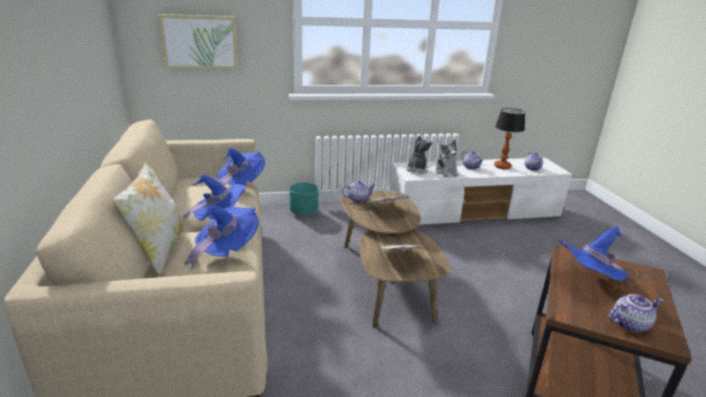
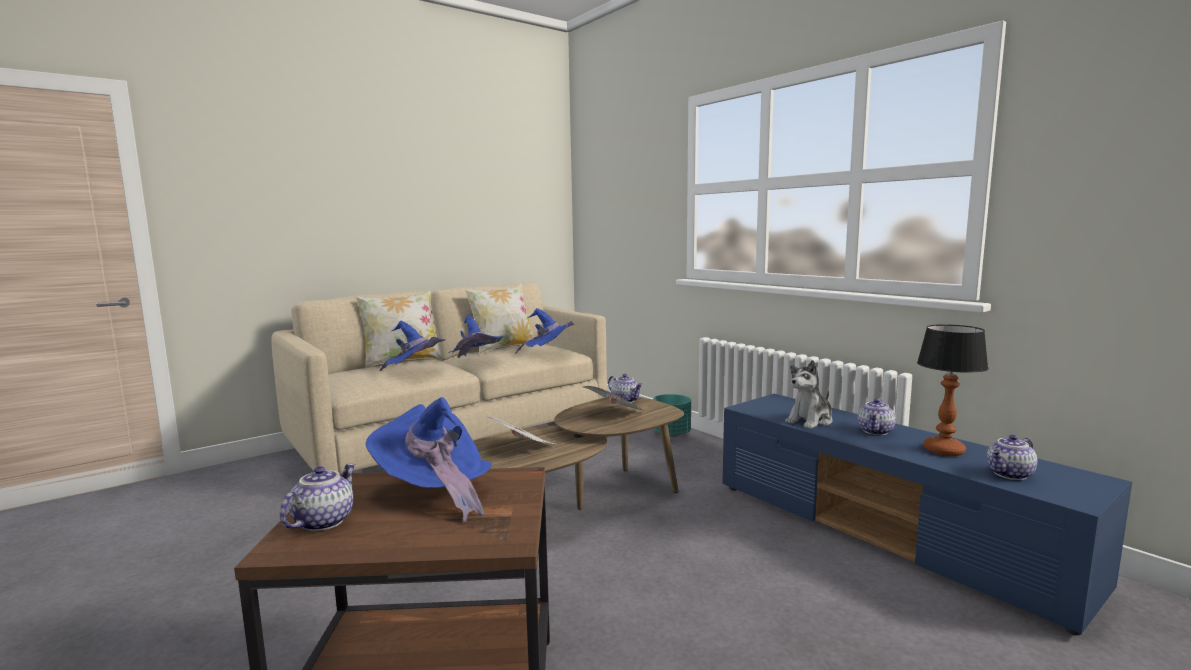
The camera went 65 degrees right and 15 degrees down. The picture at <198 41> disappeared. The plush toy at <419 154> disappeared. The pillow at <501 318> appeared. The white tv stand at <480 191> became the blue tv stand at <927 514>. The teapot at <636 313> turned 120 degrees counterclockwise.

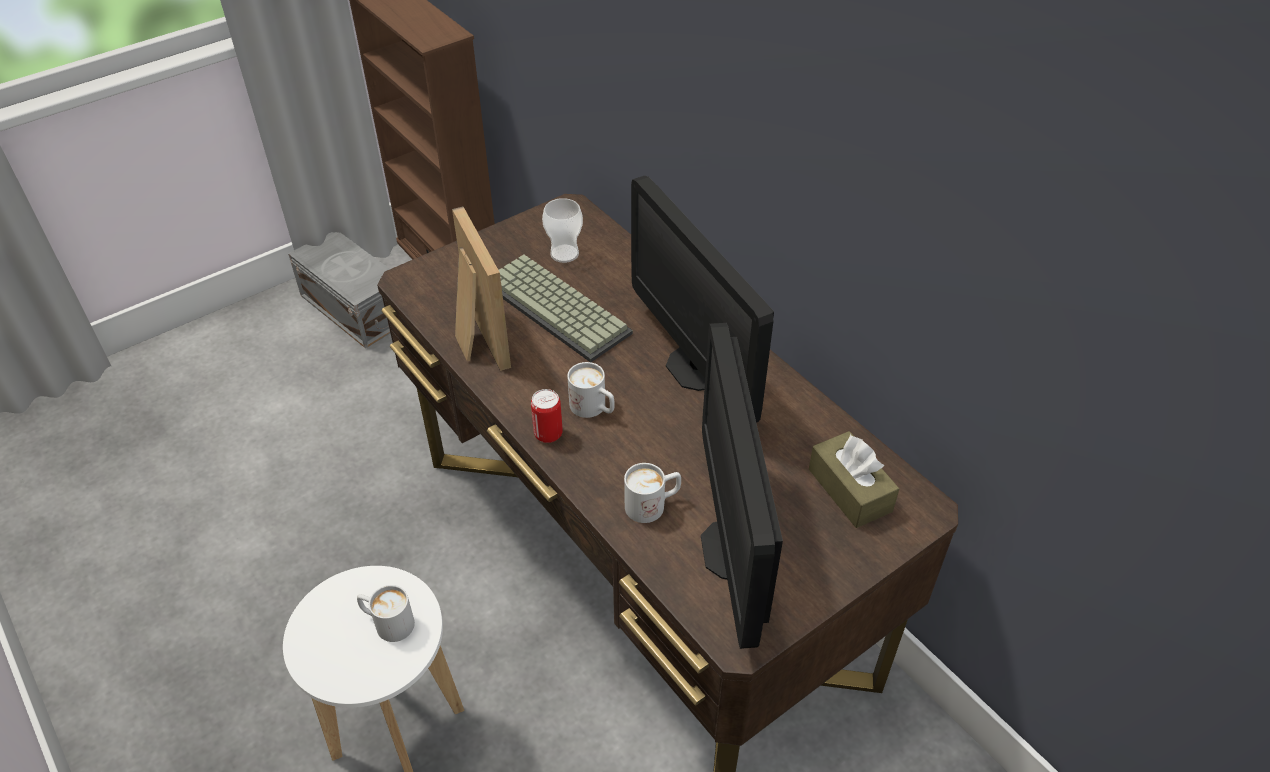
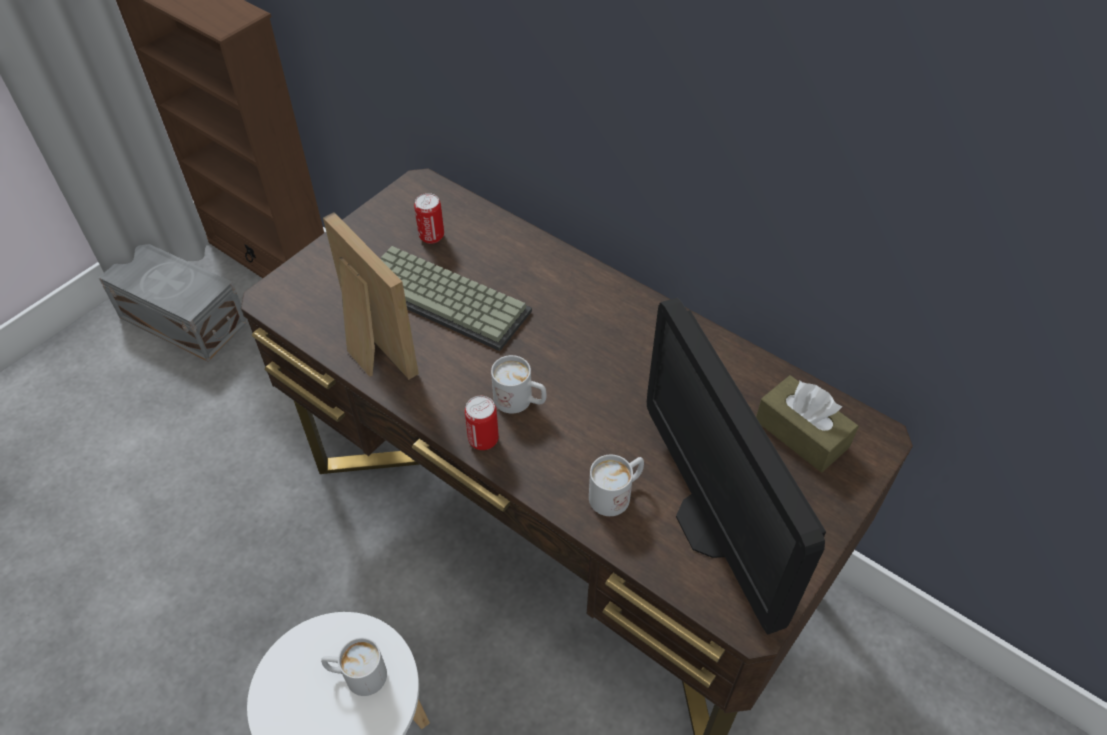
The camera went 15 degrees left and 5 degrees up. The monitor at <702 299> disappeared. The cup at <562 230> was replaced by the can at <429 218>.

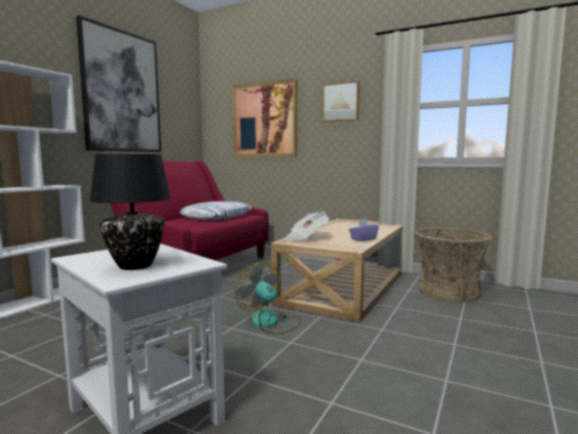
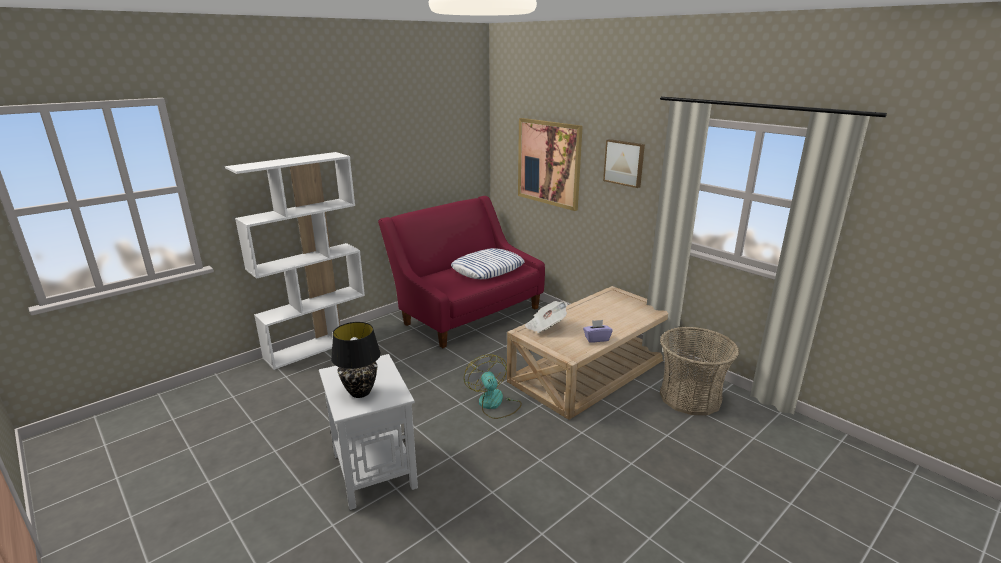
The camera went 20 degrees right and 15 degrees up. The picture at <118 83> disappeared.

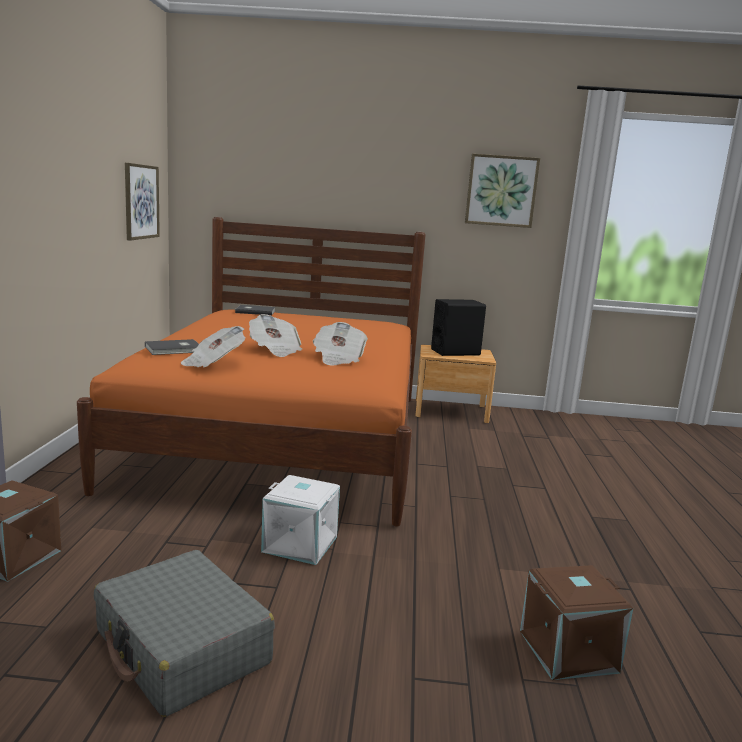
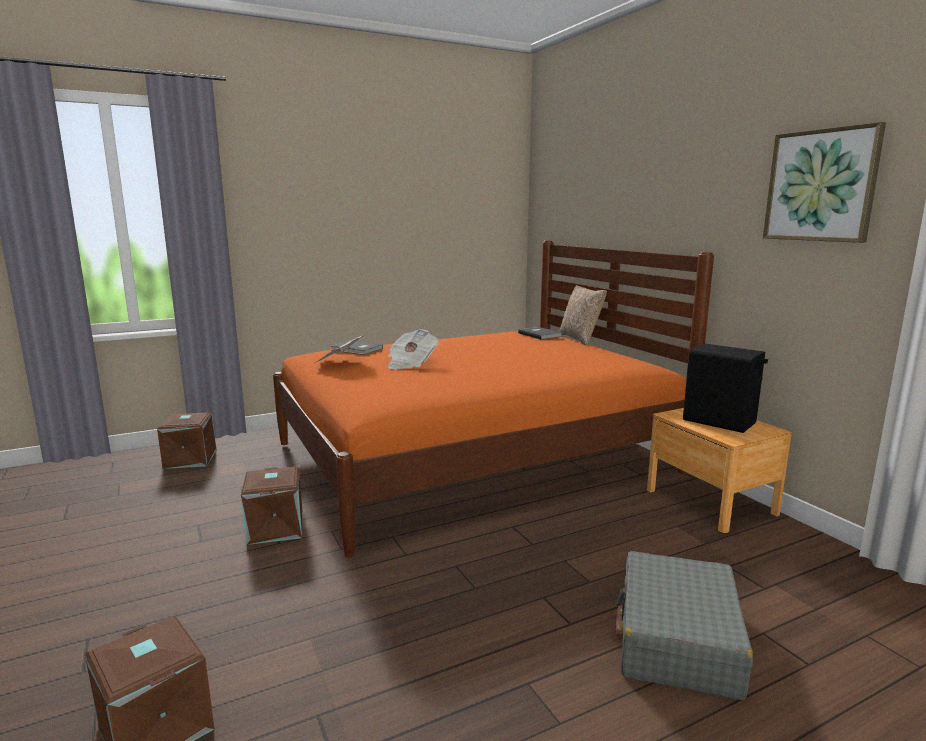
The camera went 60 degrees right and 0 degrees up. The picture at <142 201> disappeared. The newspaper at <340 344> disappeared. The pillow at <583 315> appeared. The grey suitcase moved from <184 633> to <684 625>. The white storage box at <300 520> became the brown storage box at <272 506>.

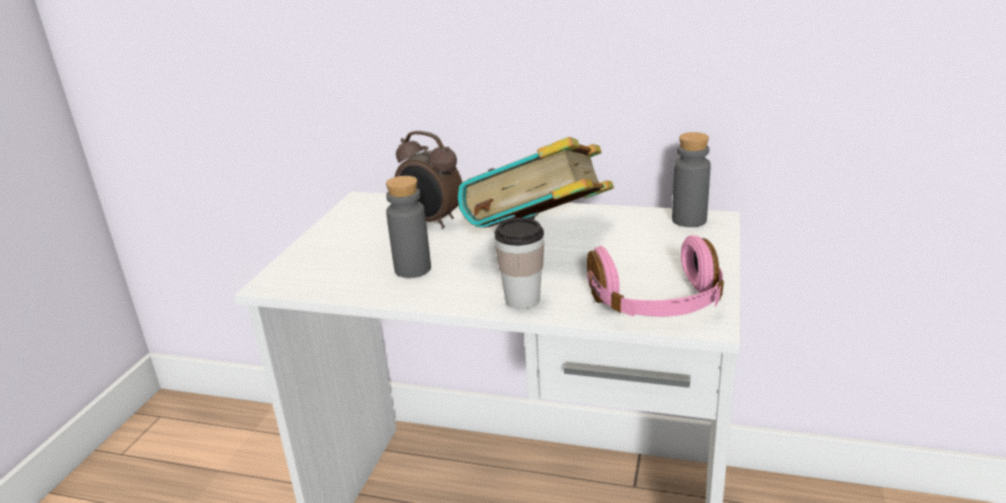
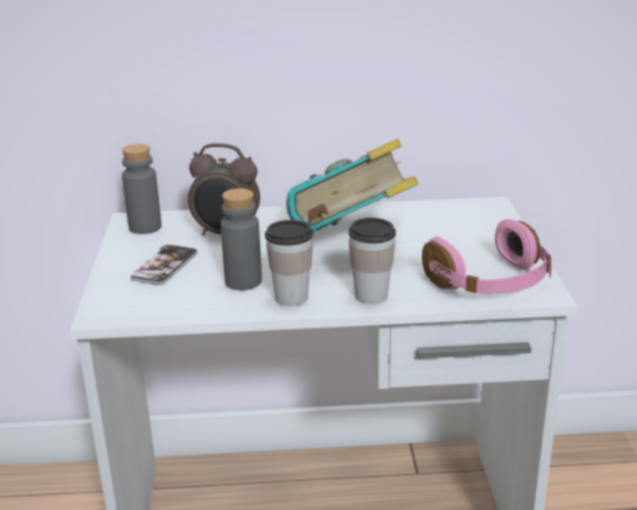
The camera went 20 degrees left and 0 degrees up. The phone at <164 264> appeared. The cup at <289 263> appeared. The grey bottle moved from <691 179> to <142 189>.

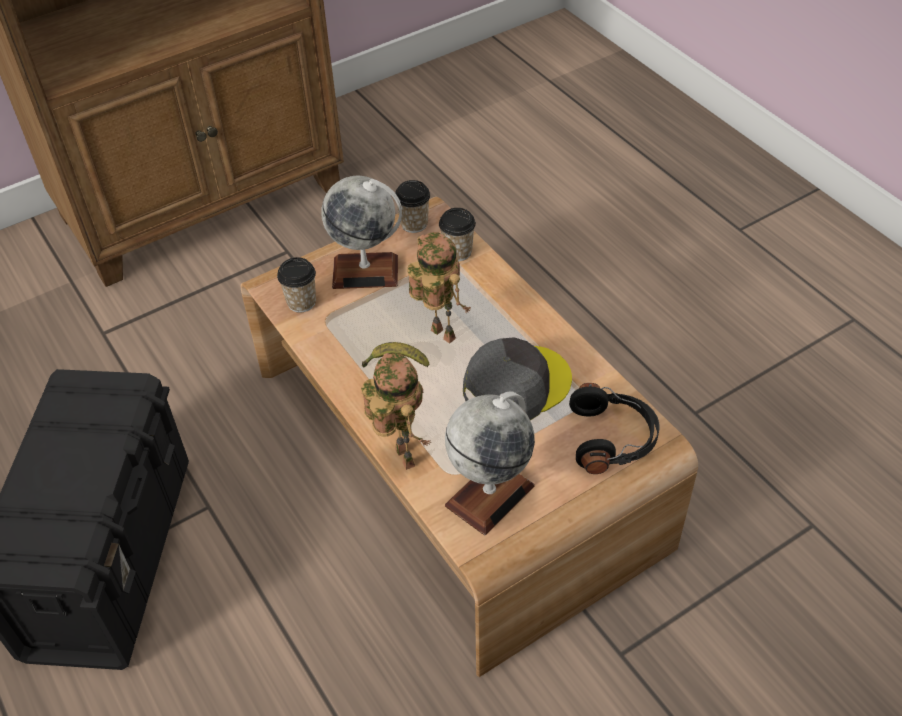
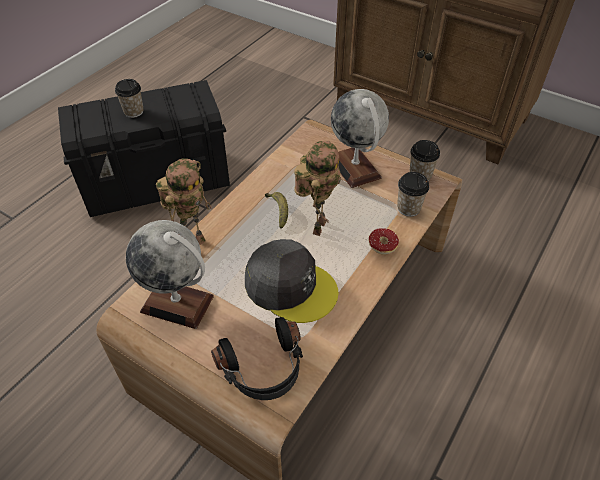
The camera went 65 degrees right and 0 degrees up. The donut at <384 241> appeared. The cup moved from <296 285> to <129 98>.

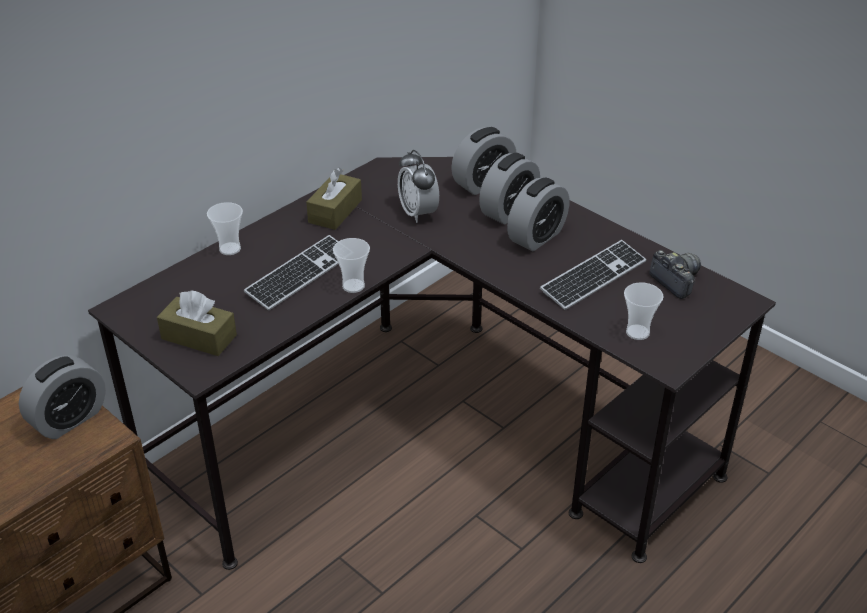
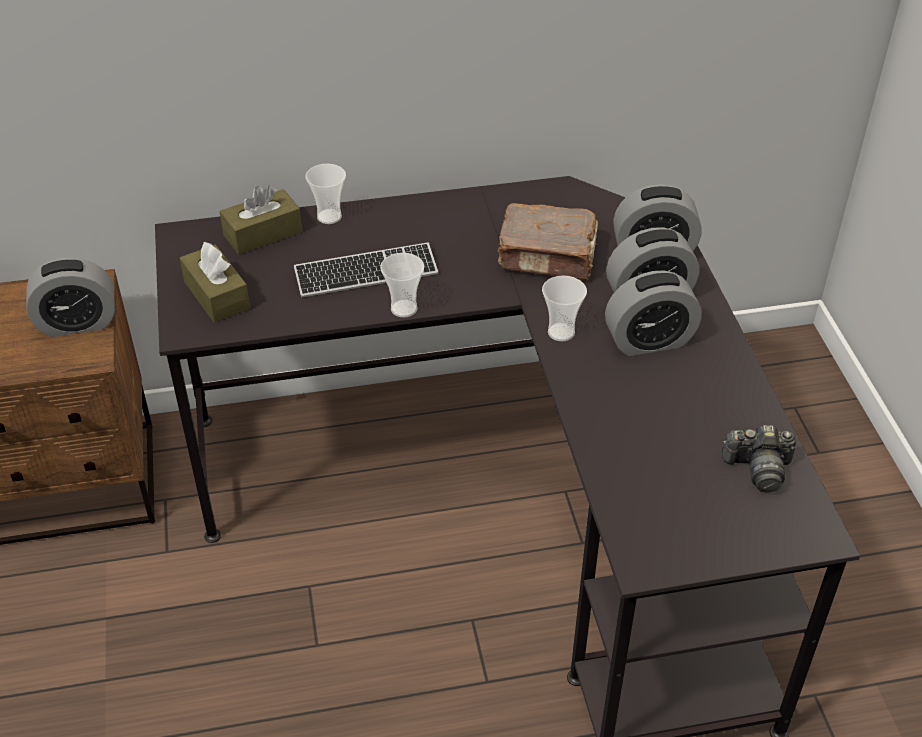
The camera went 35 degrees right and 5 degrees up. The keyboard at <593 275> disappeared. The brown tissue box moved from <334 198> to <261 220>. The cup moved from <643 311> to <564 308>. The alarm clock at <418 186> was replaced by the brown book at <548 242>. The photo camera at <675 274> turned 90 degrees clockwise.

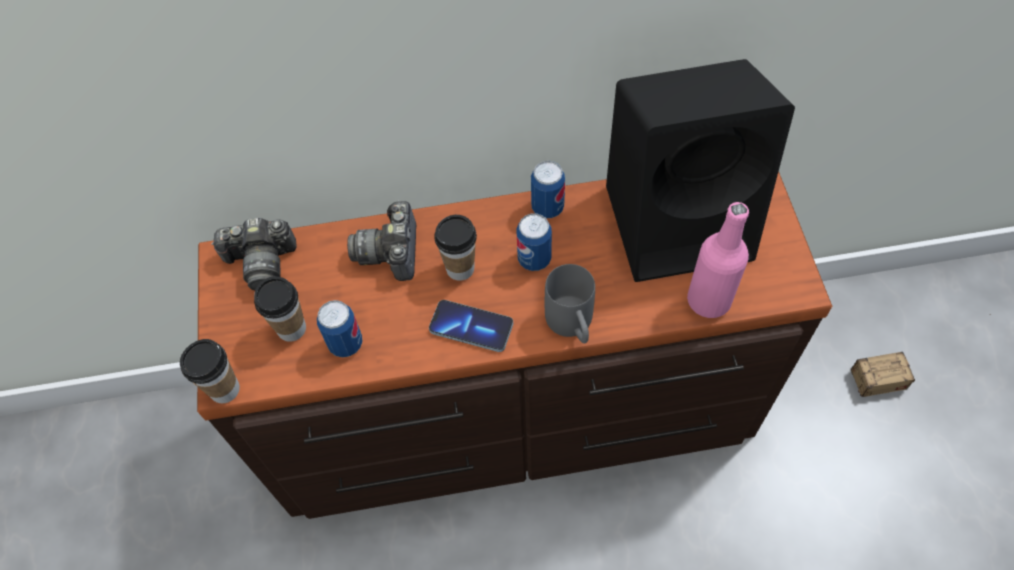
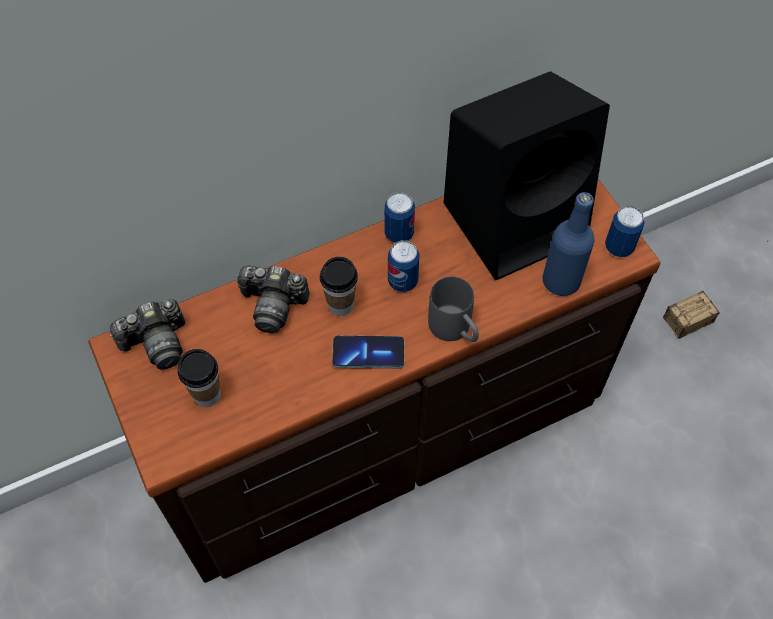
The camera went 20 degrees left and 0 degrees up. The cup at <210 371> disappeared. The can moved from <340 328> to <625 231>. The pink bottle at <718 260> became the blue bottle at <568 244>. The photo camera at <381 240> turned 60 degrees counterclockwise.

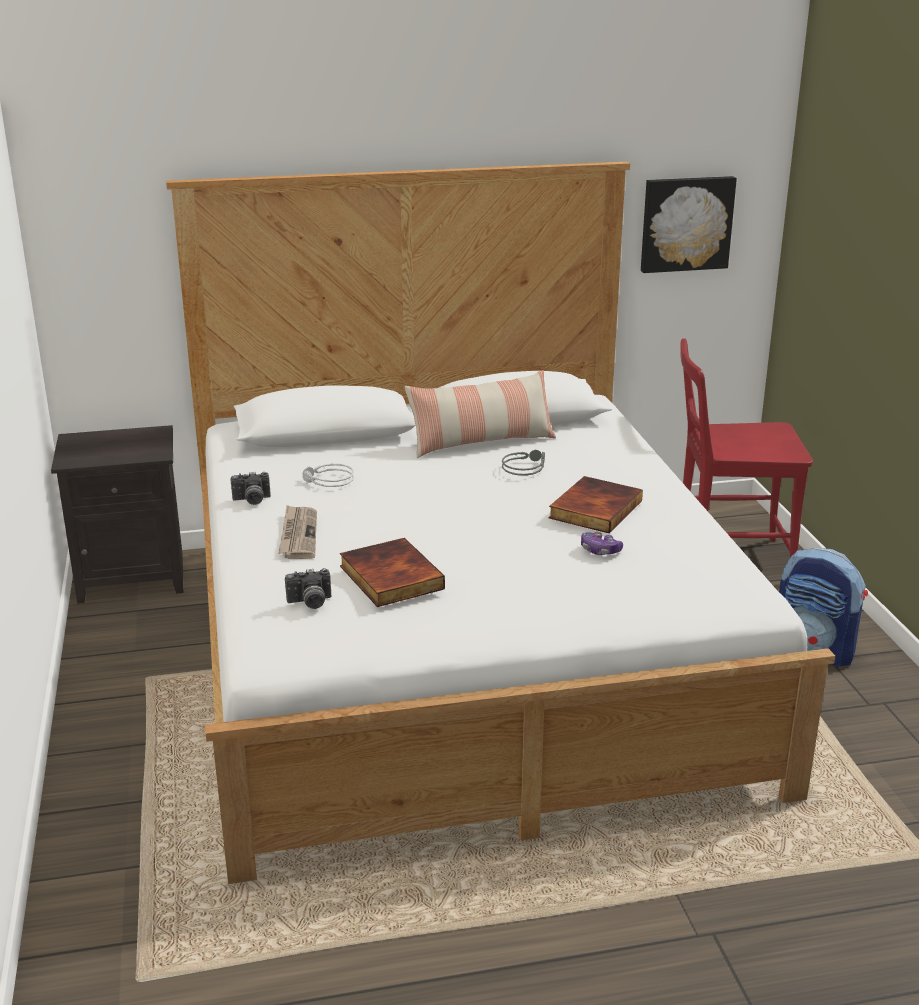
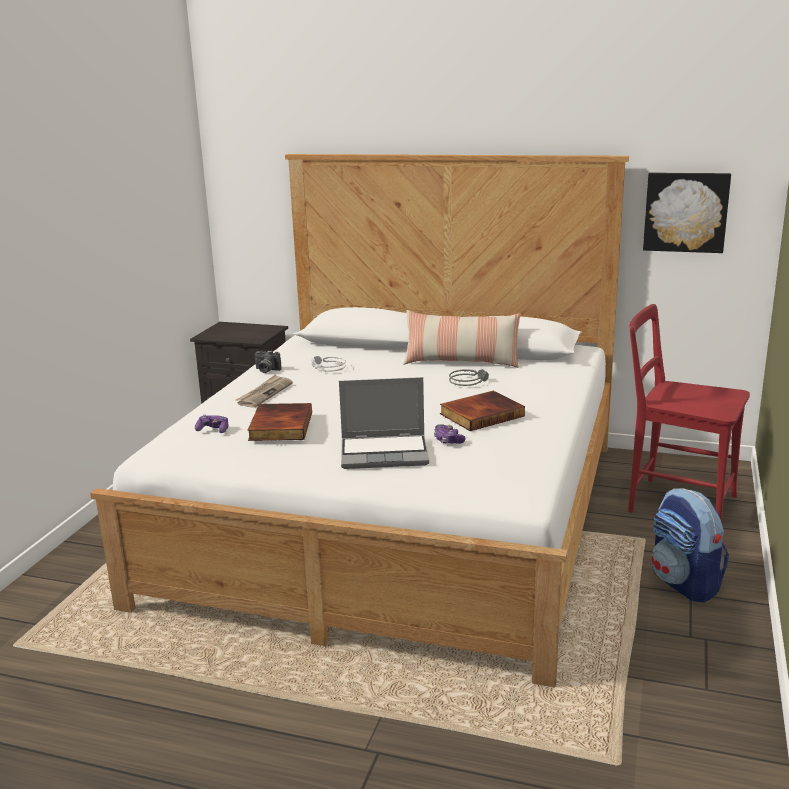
The camera went 30 degrees right and 5 degrees down. The laptop at <384 423> appeared. The photo camera at <308 588> was replaced by the game controller at <211 423>.

